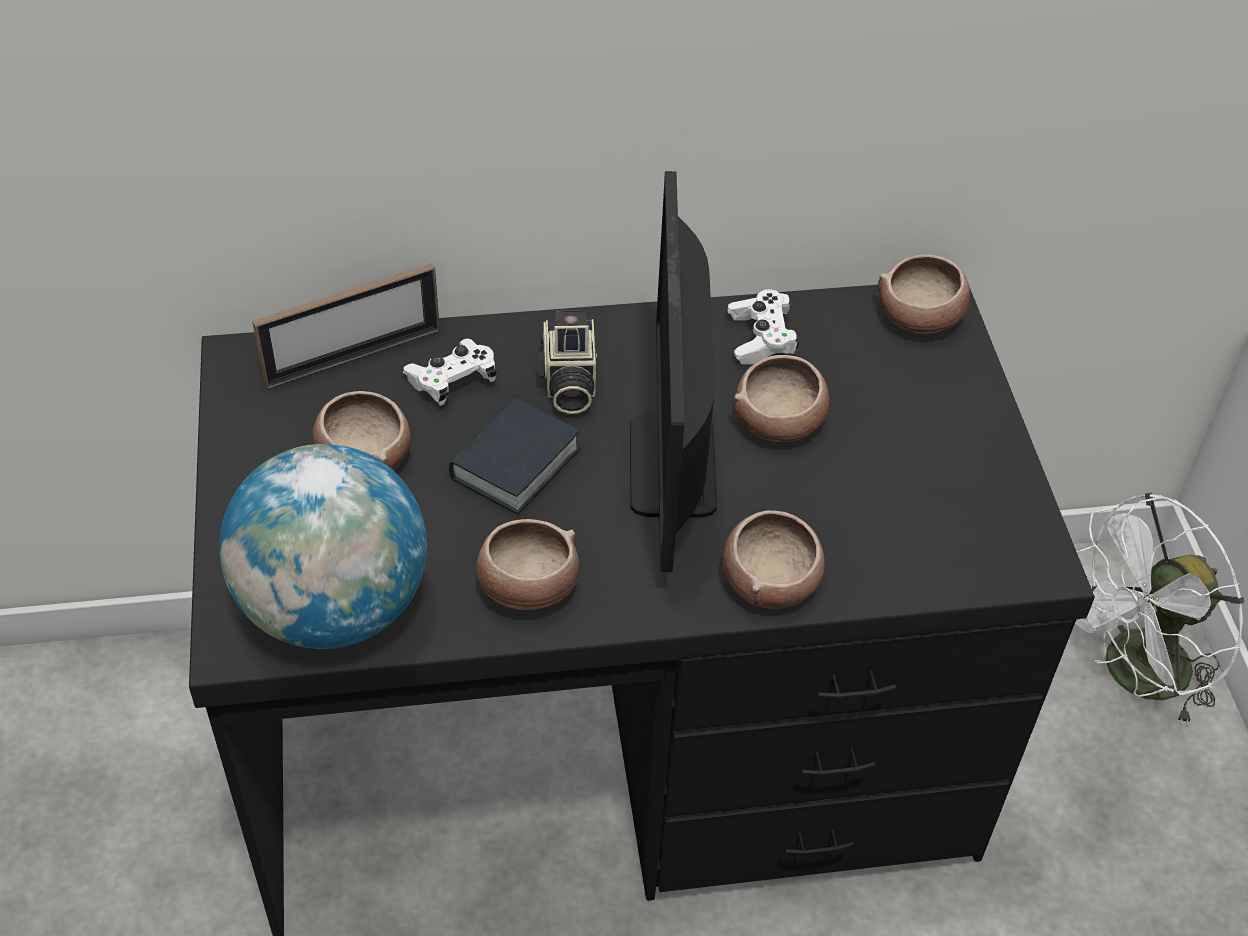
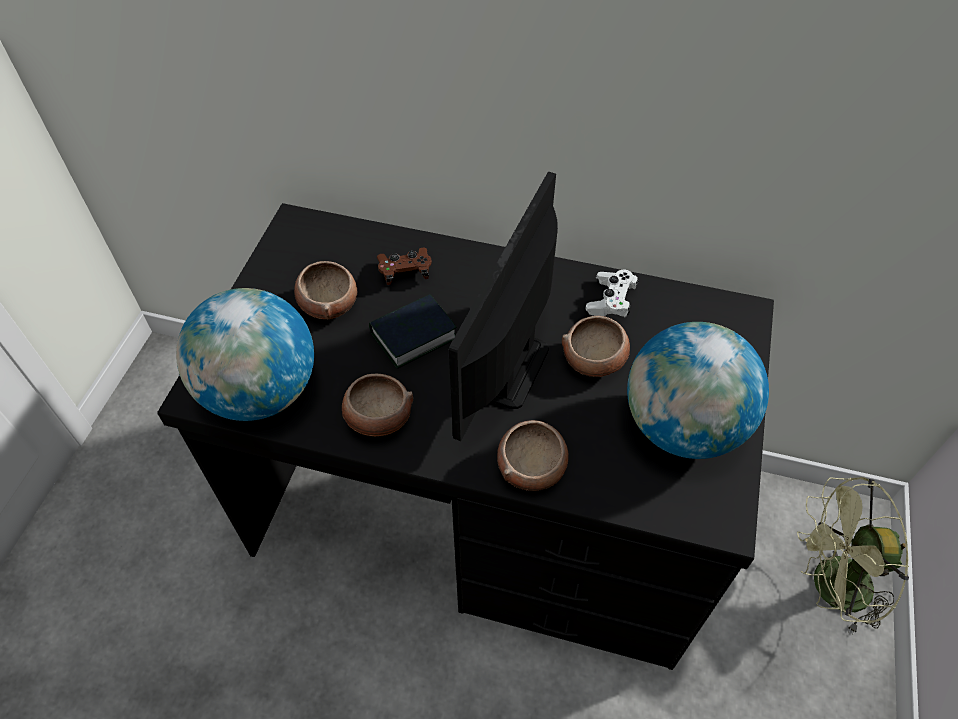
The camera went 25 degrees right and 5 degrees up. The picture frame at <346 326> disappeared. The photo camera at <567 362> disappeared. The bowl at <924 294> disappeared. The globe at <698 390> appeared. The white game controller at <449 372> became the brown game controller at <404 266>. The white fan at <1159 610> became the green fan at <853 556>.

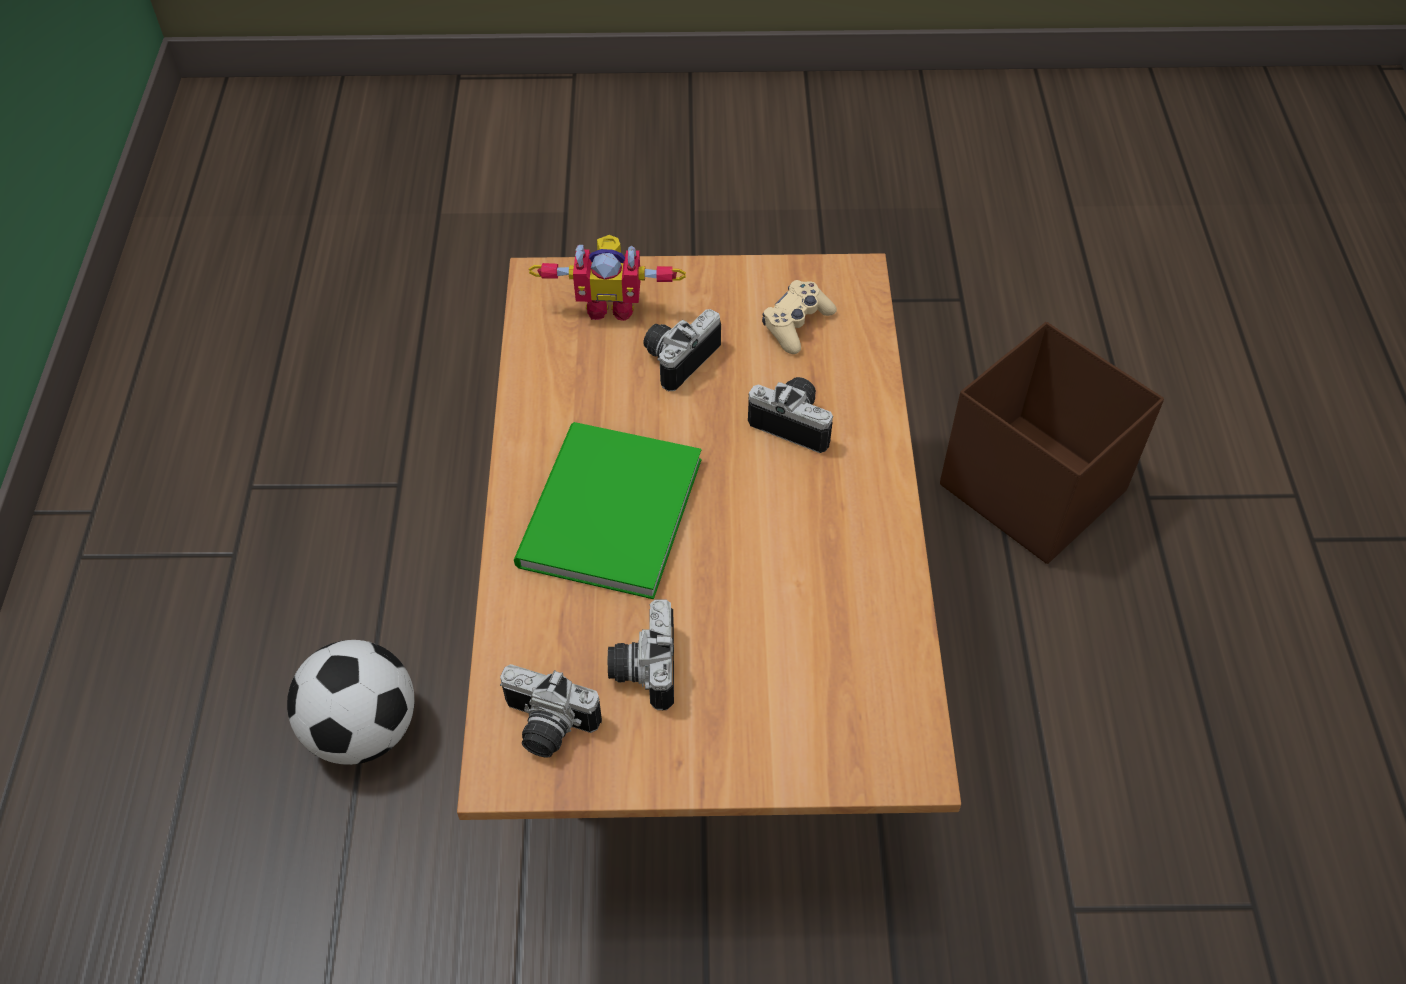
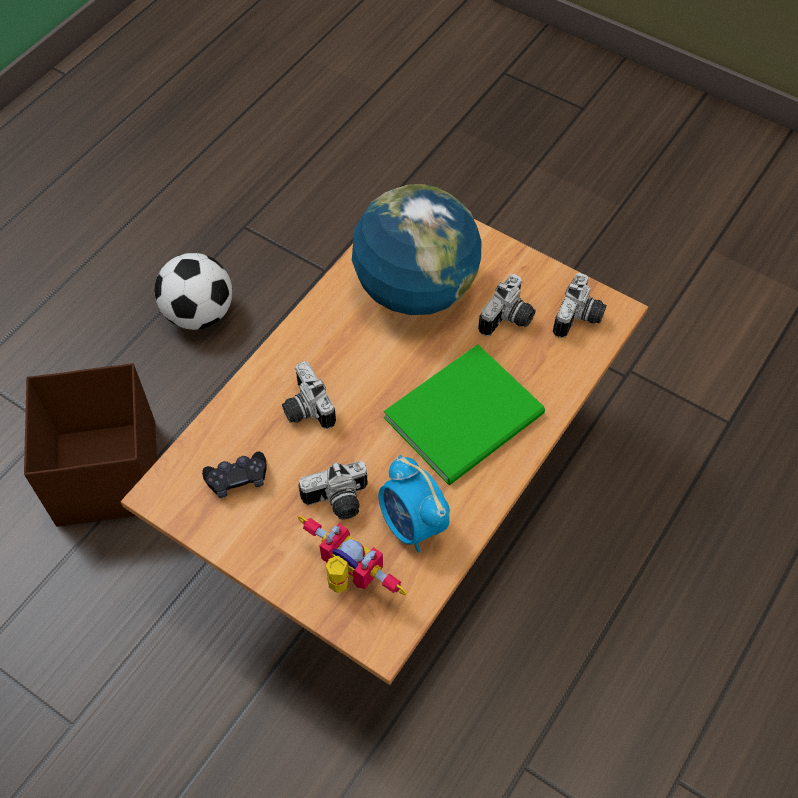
The camera went 145 degrees left and 5 degrees up. The globe at <416 249> appeared. The alarm clock at <414 503> appeared. The football moved from <351 702> to <193 291>. The beige game controller at <799 317> became the black game controller at <234 475>. The photo camera at <551 710> turned 60 degrees clockwise.

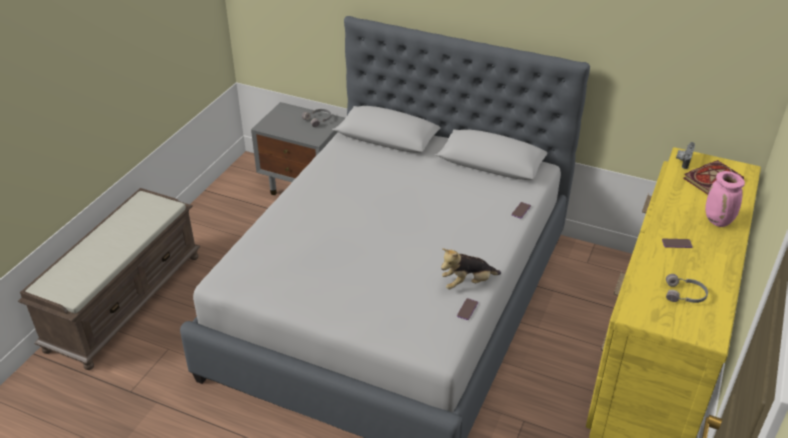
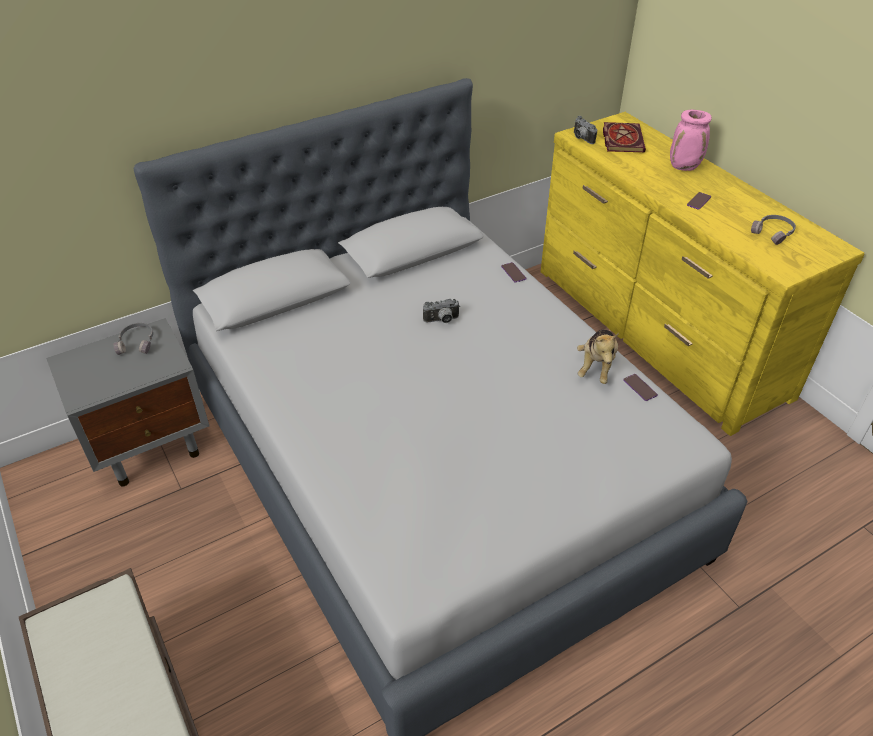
The camera went 55 degrees left and 5 degrees up. The photo camera at <441 311> appeared.

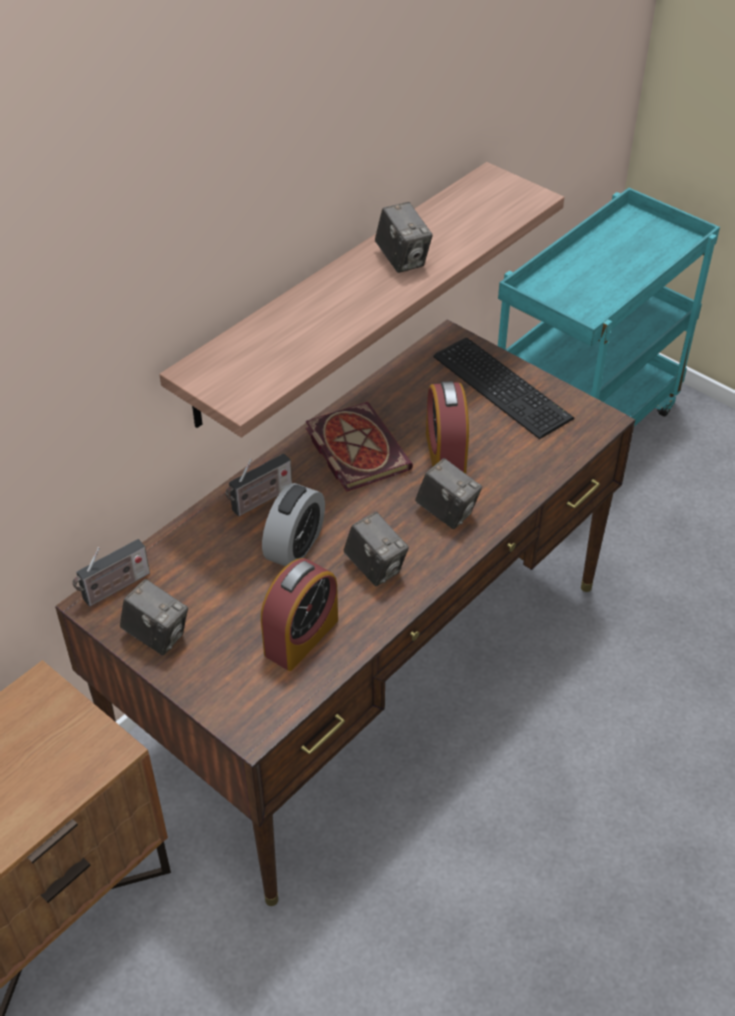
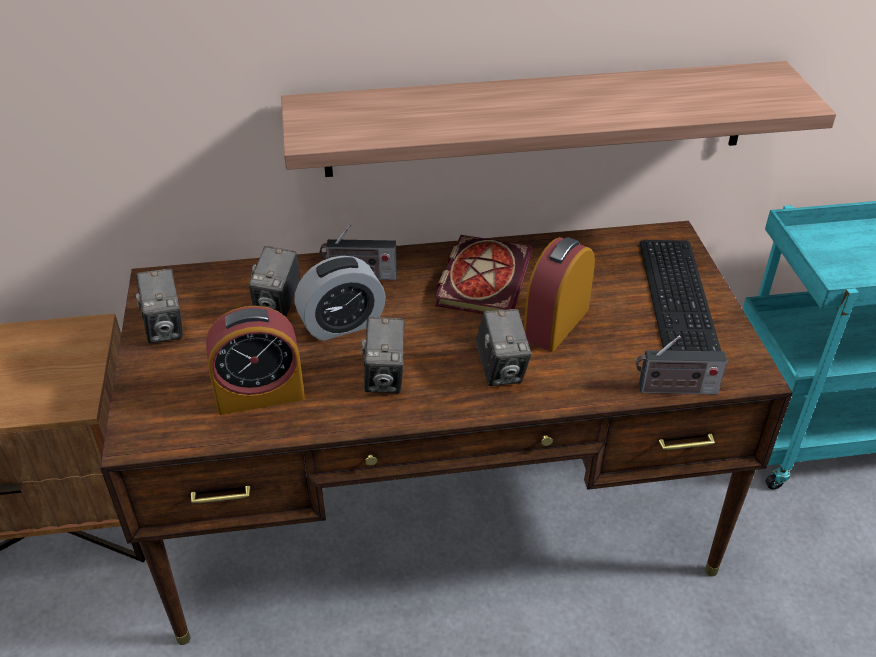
The camera went 40 degrees right and 5 degrees down. The radio moved from <111 572> to <681 365>. The photo camera moved from <404 237> to <275 281>.

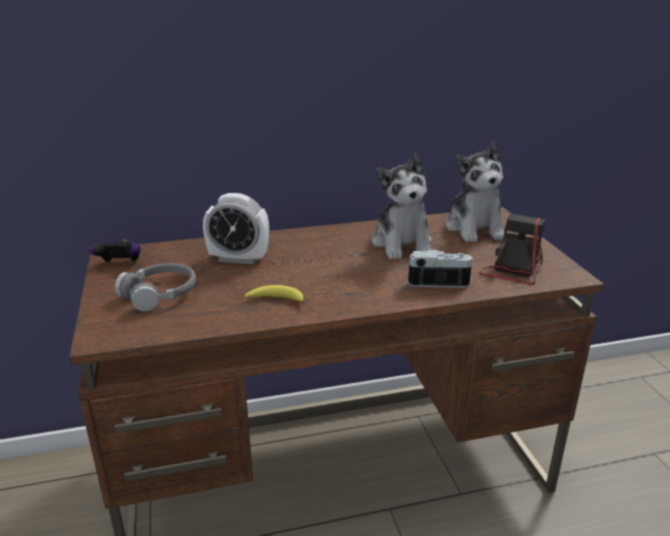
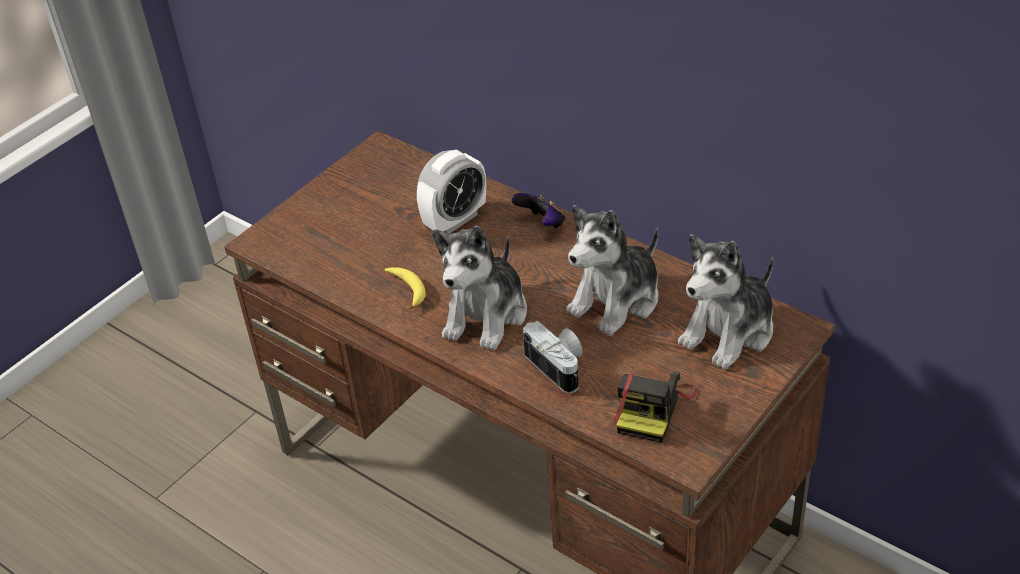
The camera went 55 degrees right and 15 degrees up. The grey headphones at <155 287> disappeared. The plush toy at <479 288> appeared. The game controller moved from <115 251> to <538 210>. The alarm clock at <236 228> turned 105 degrees counterclockwise. The photo camera at <512 249> turned 120 degrees clockwise.

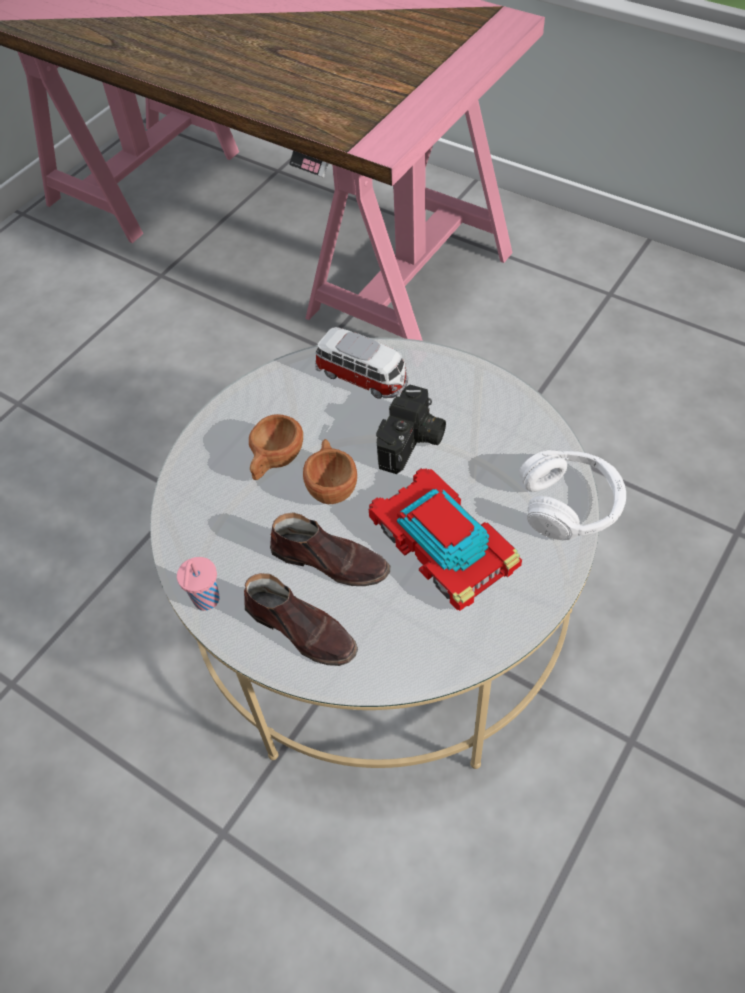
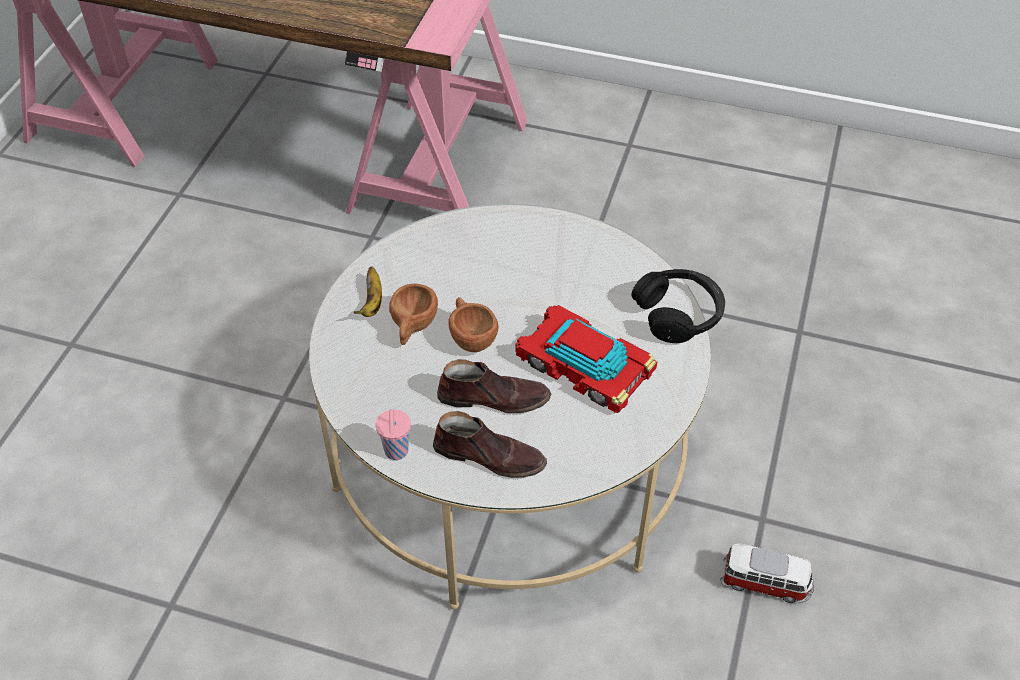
The camera went 20 degrees left and 5 degrees down. The photo camera at <411 429> disappeared. The banana at <368 291> appeared. The toy car moved from <361 362> to <767 573>. The white headphones at <572 495> became the black headphones at <678 306>.

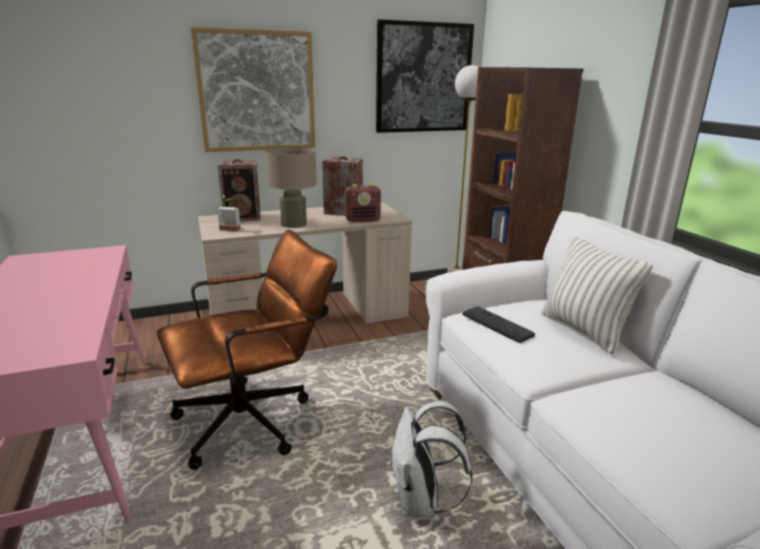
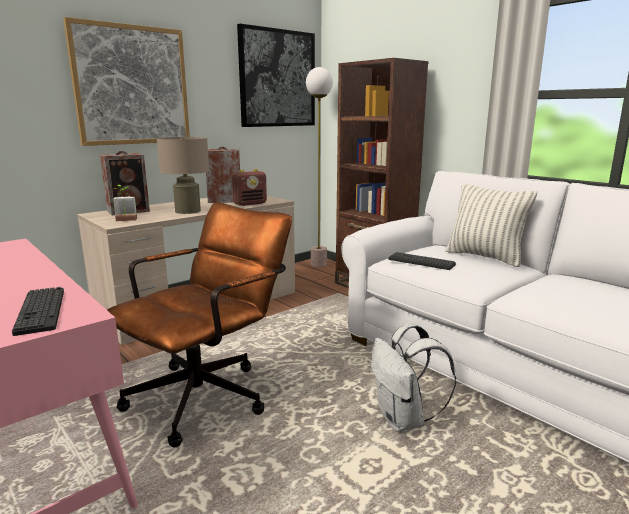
The camera went 20 degrees left and 5 degrees down. The keyboard at <38 311> appeared.

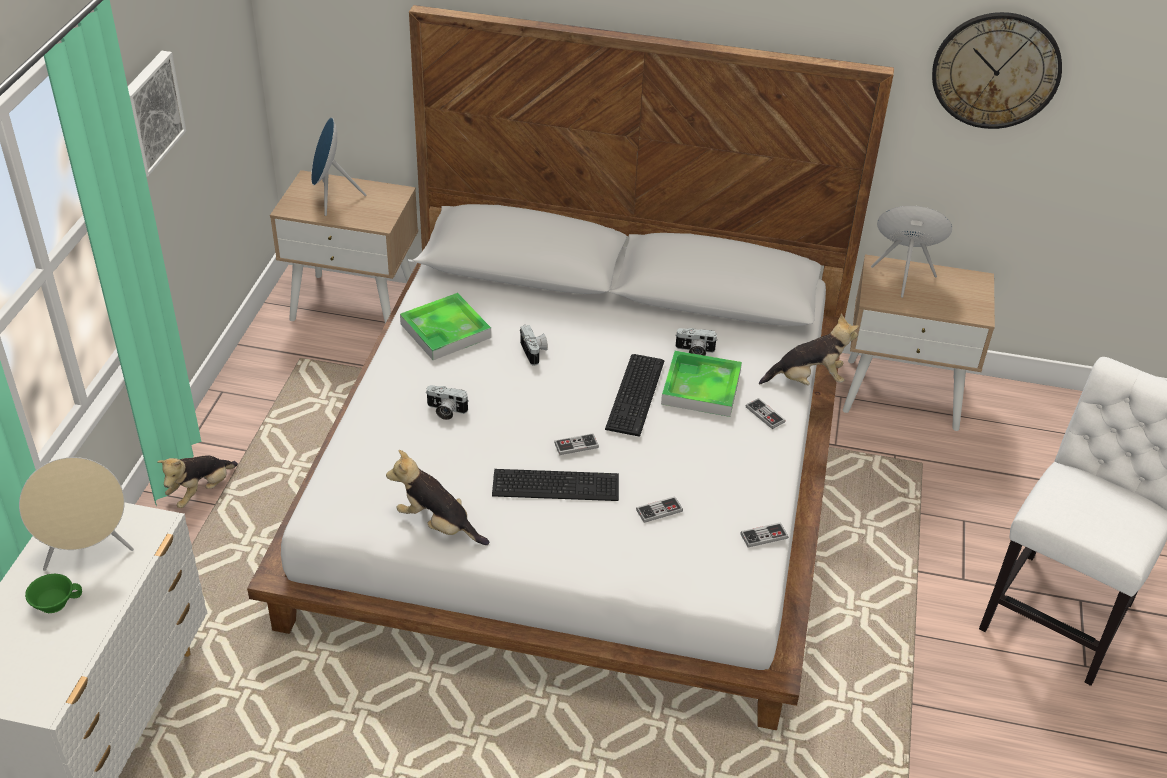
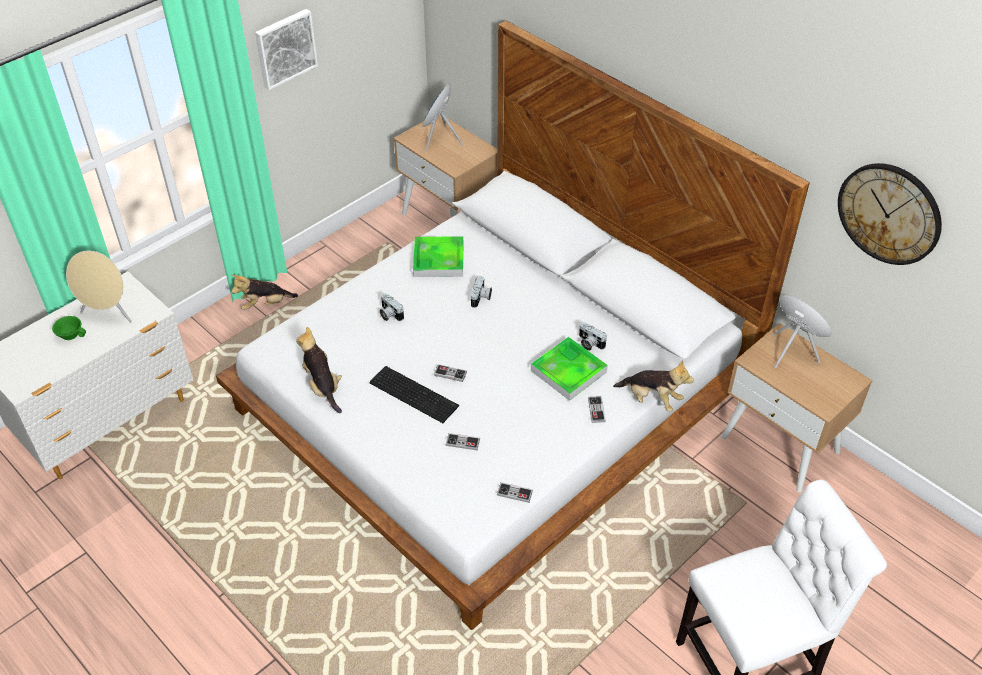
The camera went 35 degrees right and 5 degrees up. The keyboard at <634 395> disappeared.

